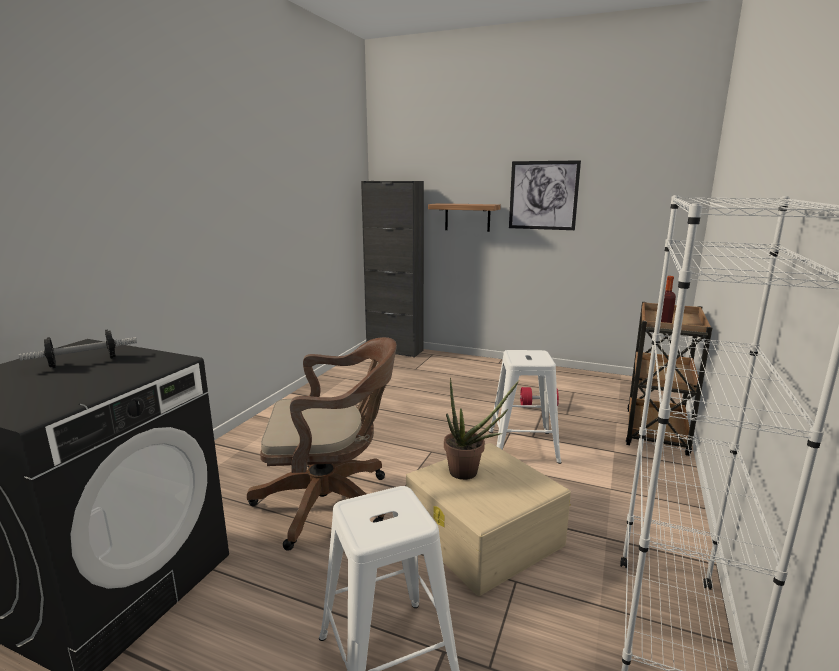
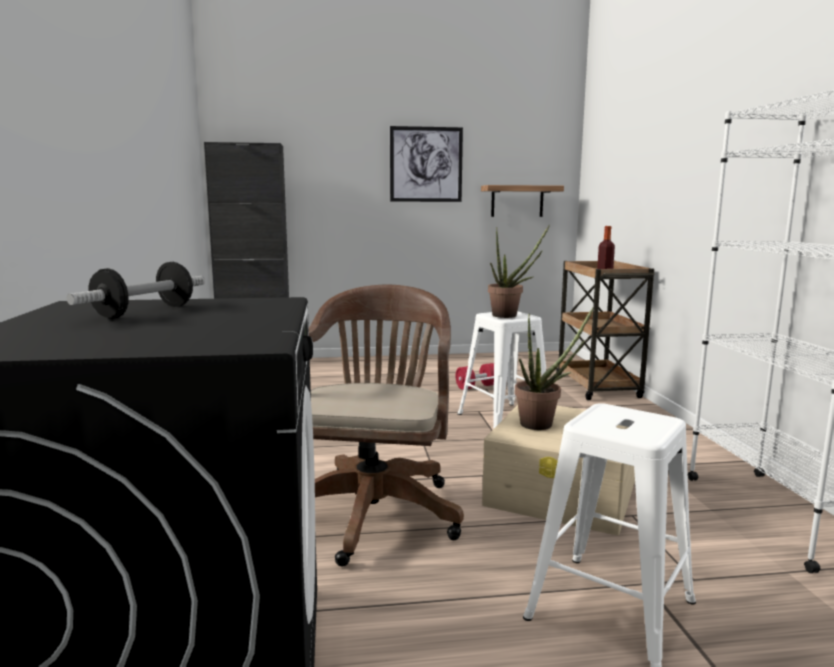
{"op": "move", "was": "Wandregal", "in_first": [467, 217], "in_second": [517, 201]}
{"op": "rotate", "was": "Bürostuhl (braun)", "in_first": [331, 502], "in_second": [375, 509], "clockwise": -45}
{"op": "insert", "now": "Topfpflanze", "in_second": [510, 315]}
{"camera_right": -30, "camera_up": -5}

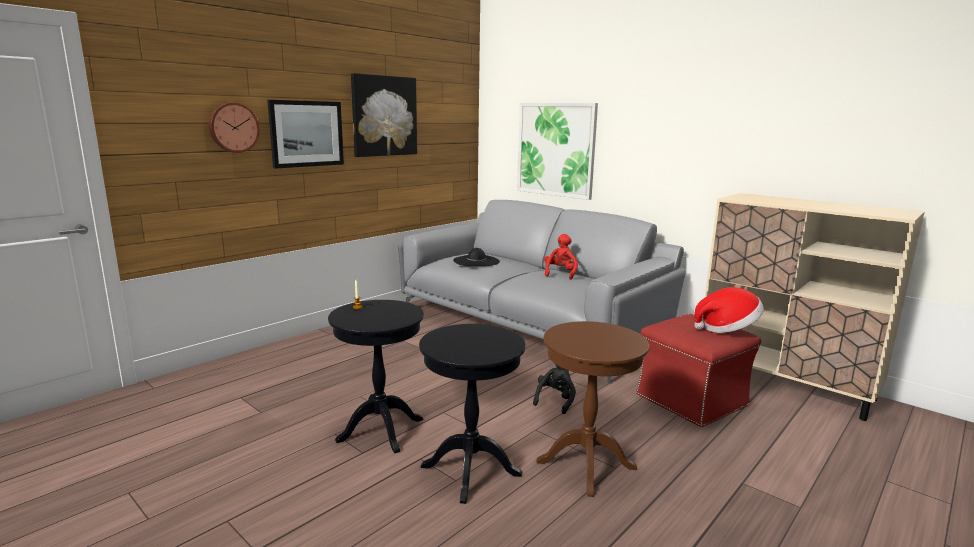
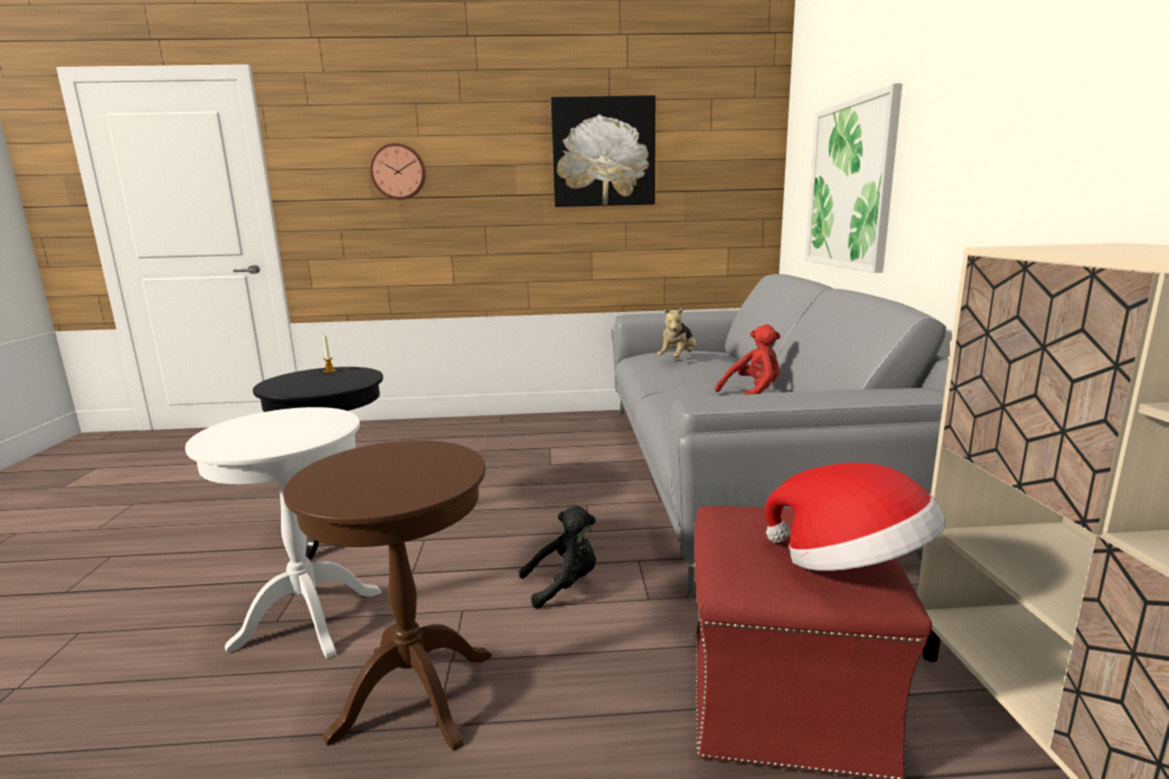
{"op": "delete", "was": "Bild", "in_first": [306, 133]}
{"op": "replace", "was": "Hut (schwarz)", "now": "Plüschtier", "in_first": [476, 261], "in_second": [678, 359]}
{"op": "recolor", "was": "Beistelltisch (schwarz)", "now": "Beistelltisch (weiß)", "in_first": [471, 470], "in_second": [308, 619]}
{"camera_right": 45, "camera_up": 0}

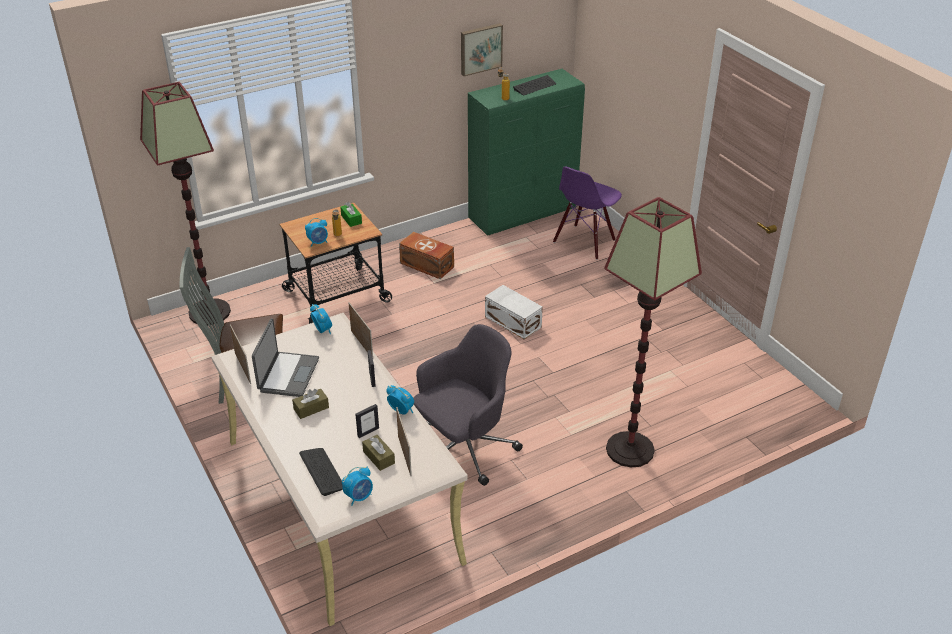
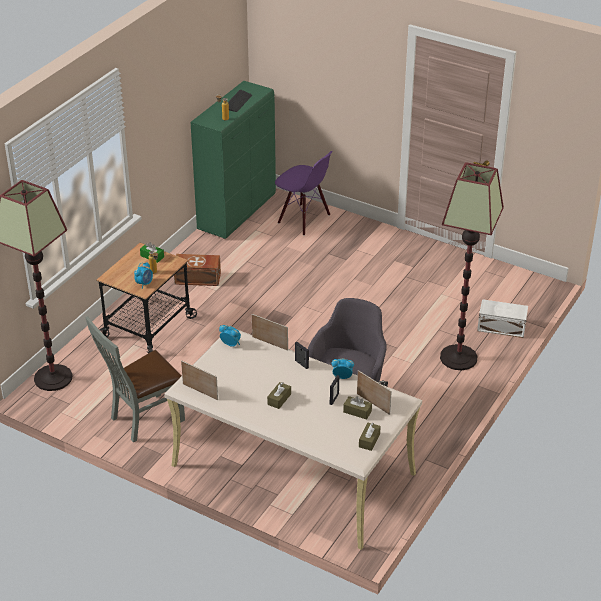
{"op": "delete", "was": "Bild", "in_first": [480, 48]}
{"op": "rotate", "was": "Stuhl (lila)", "in_first": [584, 242], "in_second": [303, 219], "clockwise": -60}
{"op": "move", "was": "Aufbewahrungsbox (weiß)", "in_first": [513, 321], "in_second": [501, 326]}
{"op": "delete", "was": "Laptop", "in_first": [287, 375]}
{"op": "delete", "was": "Tastatur", "in_first": [322, 472]}
{"op": "replace", "was": "Wecker", "now": "Taschentuchbox (braun)", "in_first": [359, 497], "in_second": [369, 440]}
{"camera_right": -30, "camera_up": 0}

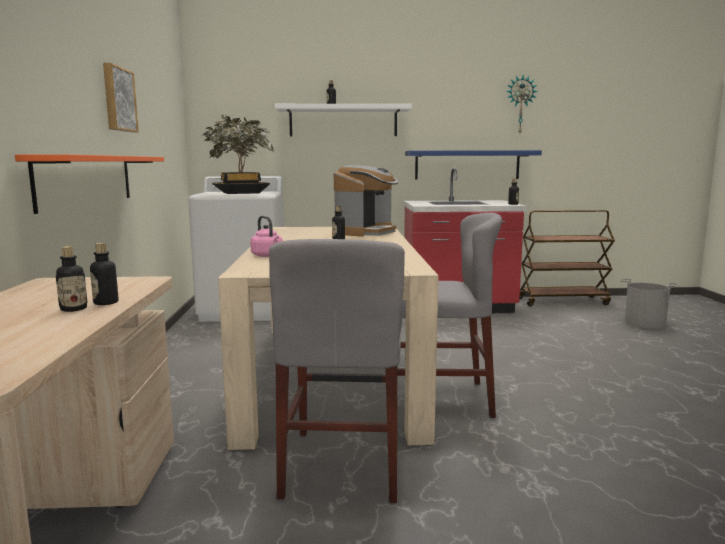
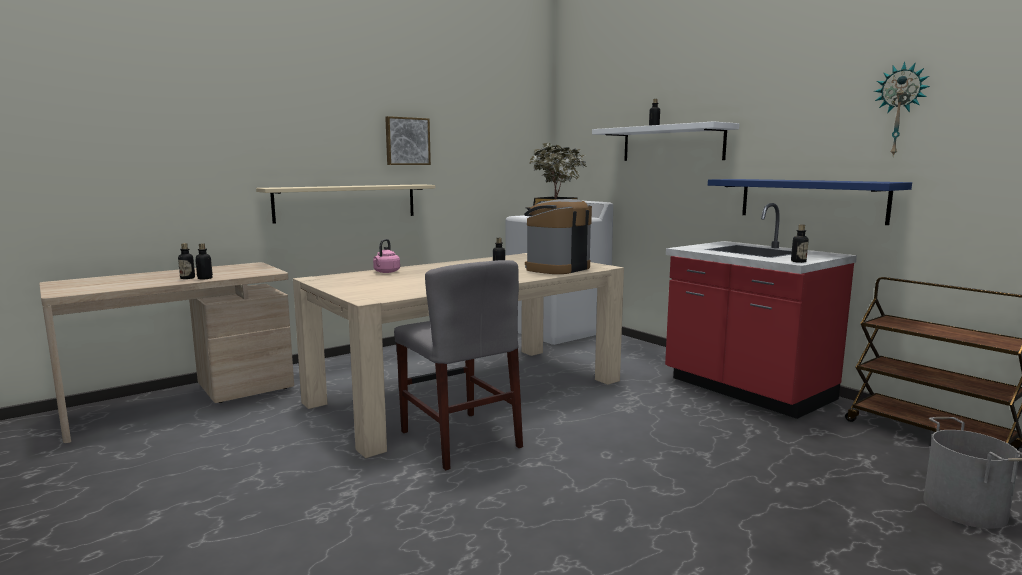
{"op": "recolor", "was": "Wandregal (orange)", "now": "Wandregal (beige)", "in_first": [87, 180], "in_second": [346, 202]}
{"op": "rotate", "was": "Kaffeemaschine", "in_first": [366, 232], "in_second": [556, 268], "clockwise": 135}
{"op": "delete", "was": "Stuhl (grau)", "in_first": [342, 463]}
{"camera_right": 55, "camera_up": 0}

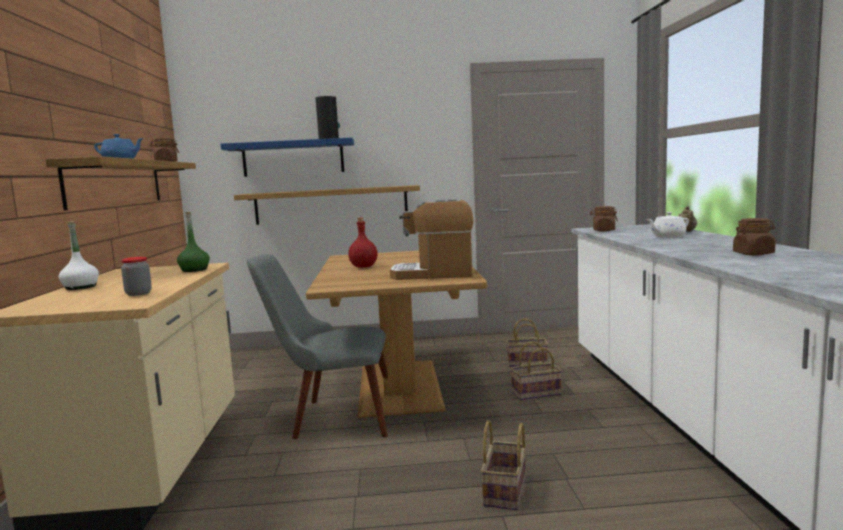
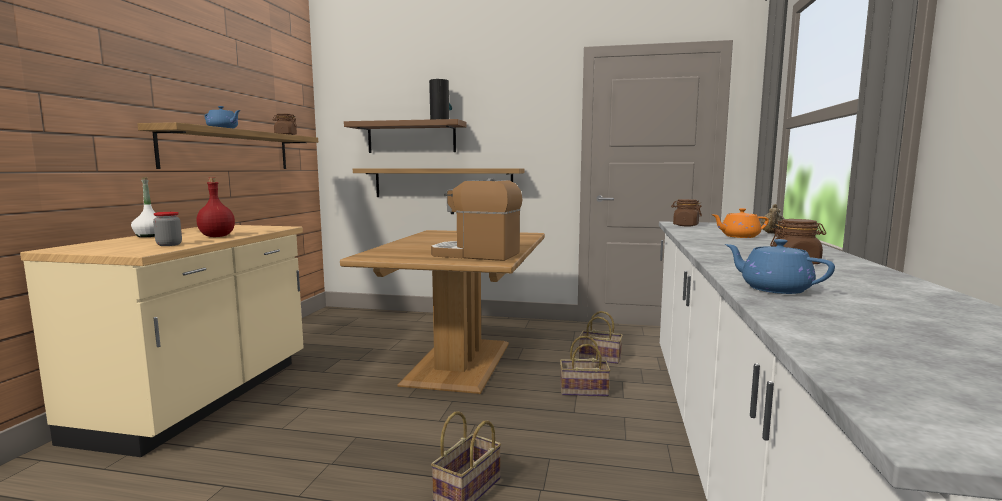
{"op": "recolor", "was": "Wandregal (blau)", "now": "Wandregal (braun)", "in_first": [293, 158], "in_second": [411, 137]}
{"op": "delete", "was": "Flasche (grün)", "in_first": [194, 270]}
{"op": "recolor", "was": "Teekanne (weiß)", "now": "Teekanne (orange)", "in_first": [667, 236], "in_second": [739, 236]}
{"op": "move", "was": "Flasche (rot)", "in_first": [363, 267], "in_second": [217, 236]}
{"op": "delete", "was": "Stuhl (grau)", "in_first": [330, 418]}
{"op": "insert", "now": "Teekanne (blau)", "in_second": [774, 289]}
{"camera_right": 15, "camera_up": 0}

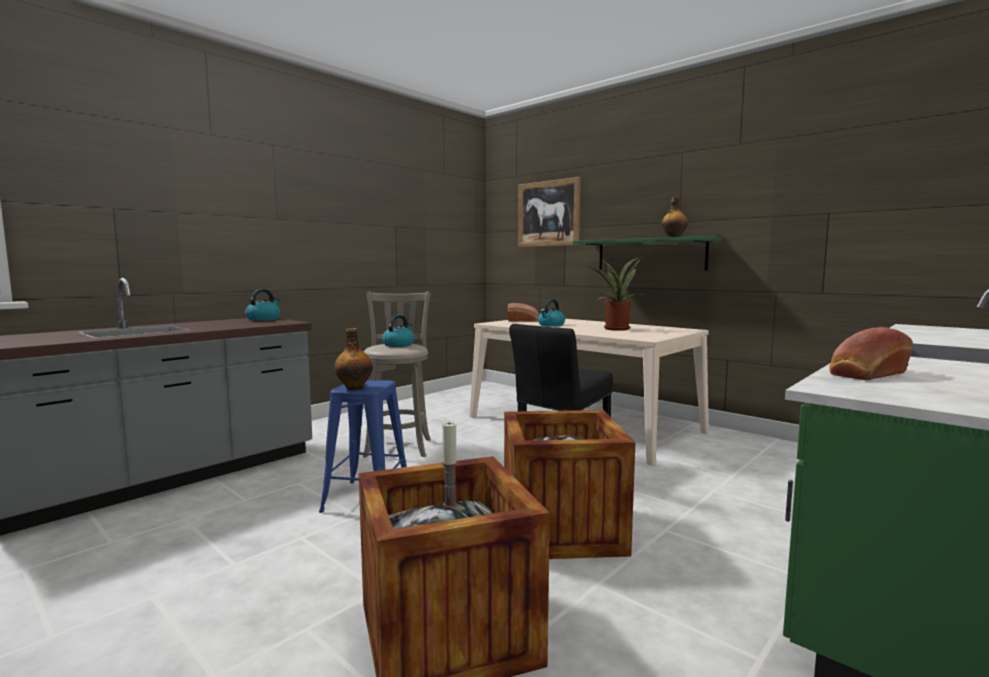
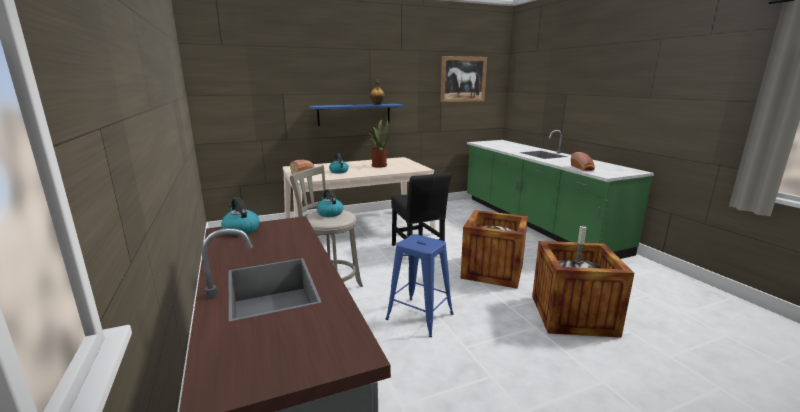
{"op": "move", "was": "Bild", "in_first": [548, 213], "in_second": [463, 79]}
{"op": "recolor", "was": "Wandregal (grün)", "now": "Wandregal (blau)", "in_first": [650, 255], "in_second": [354, 114]}
{"op": "delete", "was": "Flasche", "in_first": [354, 388]}
{"camera_right": -65, "camera_up": 10}

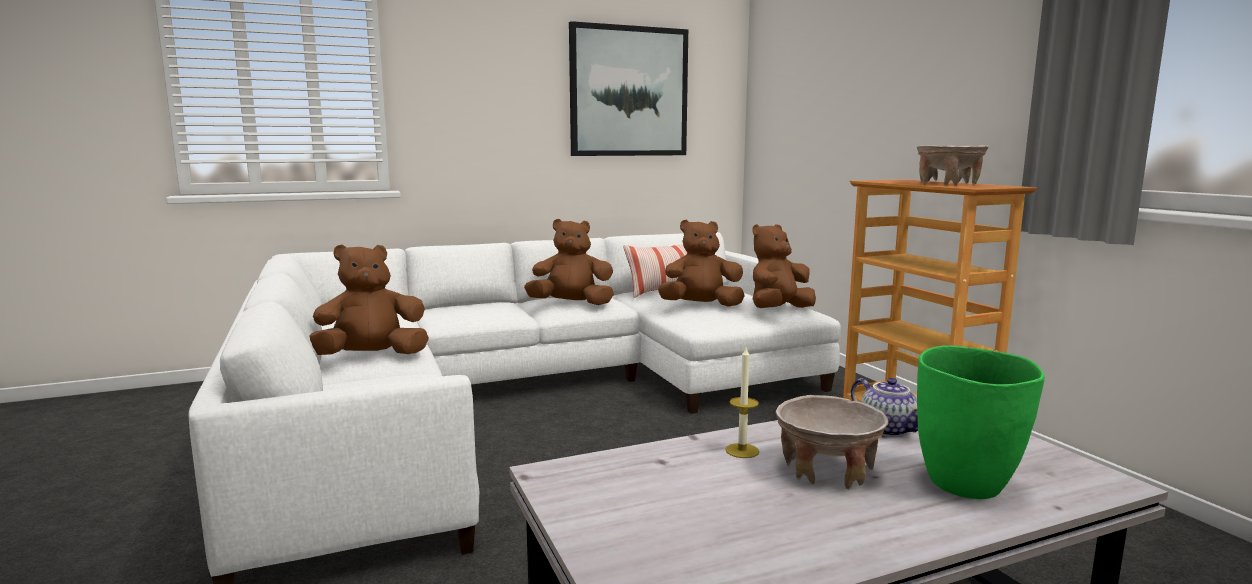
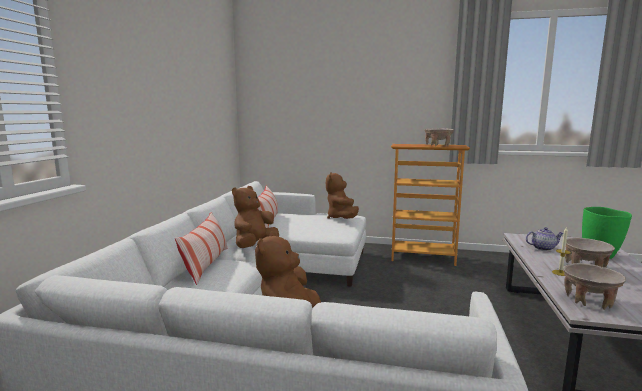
{"op": "delete", "was": "Bild", "in_first": [629, 92]}
{"op": "delete", "was": "Plüschtier (braun)", "in_first": [701, 306]}
{"op": "insert", "now": "Kissen", "in_second": [206, 265]}
{"op": "insert", "now": "Schüssel (beige)", "in_second": [589, 300]}
{"camera_right": -55, "camera_up": 0}

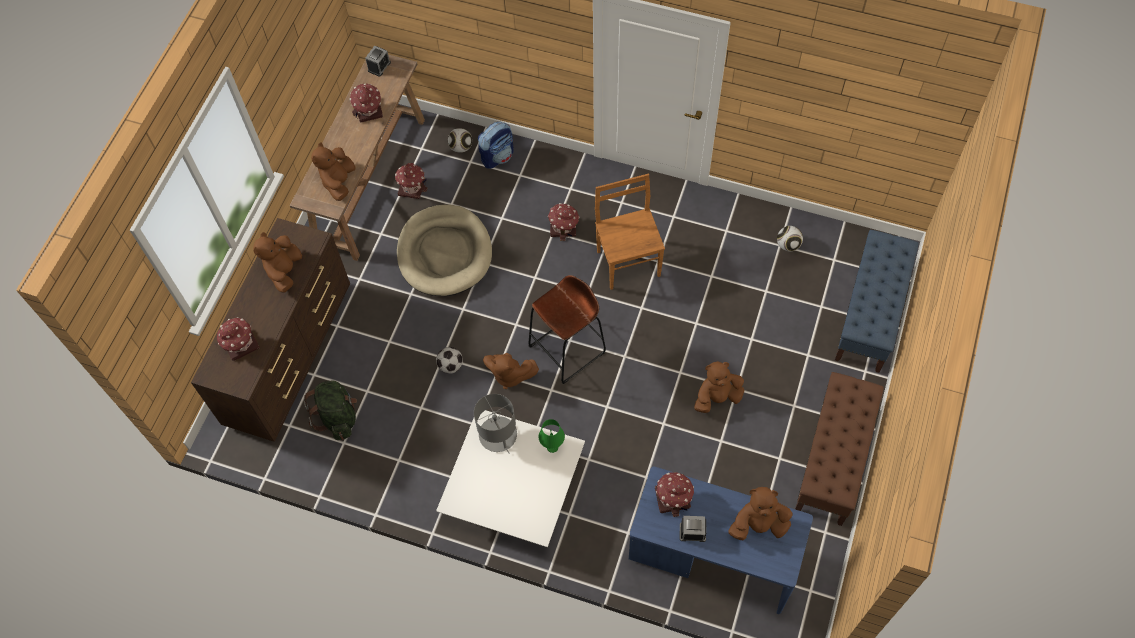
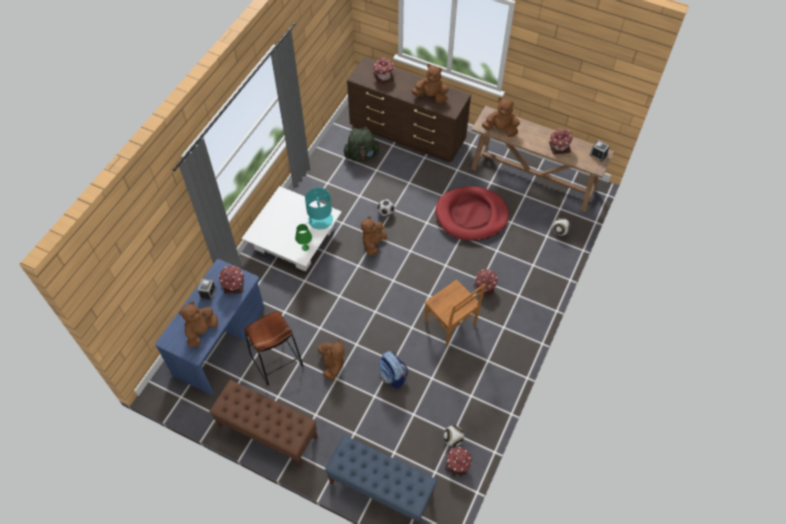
{"op": "move", "was": "Rucksack", "in_first": [497, 156], "in_second": [392, 376]}
{"op": "move", "was": "Spielzeughaus", "in_first": [412, 187], "in_second": [457, 464]}
{"op": "rotate", "was": "Stuhl (braun)", "in_first": [628, 262], "in_second": [451, 324], "clockwise": 60}
{"op": "recolor", "was": "Hundebett (beige)", "now": "Hundebett (rot)", "in_first": [444, 253], "in_second": [471, 215]}
{"op": "move", "was": "Hocker (braun)", "in_first": [567, 349], "in_second": [276, 361]}
{"op": "recolor", "was": "Tischlampe (grau)", "now": "Tischlampe (türkis)", "in_first": [498, 435], "in_second": [320, 220]}
{"op": "rotate", "was": "Plüschtier (braun)", "in_first": [758, 524], "in_second": [201, 331], "clockwise": -150}
{"camera_right": 95, "camera_up": -5}

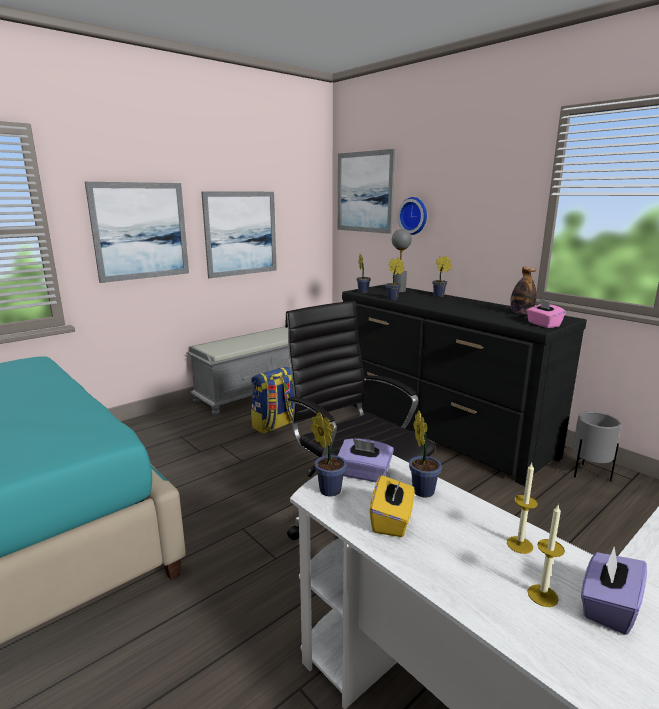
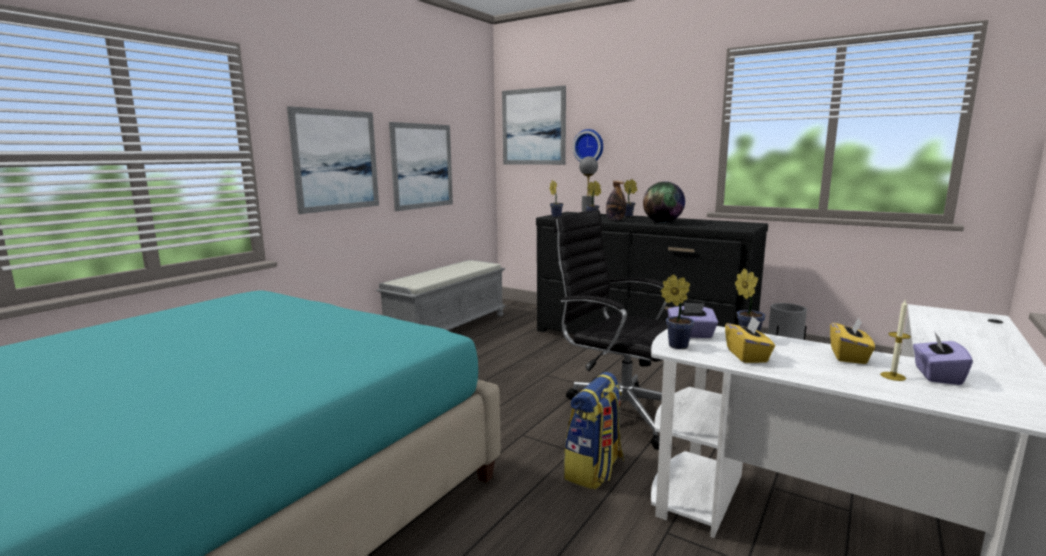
{"op": "move", "was": "Flasche", "in_first": [521, 313], "in_second": [615, 220]}
{"op": "delete", "was": "Taschentuchbox (rosa)", "in_first": [543, 324]}
{"op": "move", "was": "Rucksack", "in_first": [274, 425], "in_second": [594, 470]}
{"op": "replace", "was": "Kerze", "now": "Taschentuchbox (gelb)", "in_first": [519, 545], "in_second": [849, 356]}
{"op": "insert", "now": "Globus", "in_second": [662, 222]}
{"camera_right": -15, "camera_up": -5}

